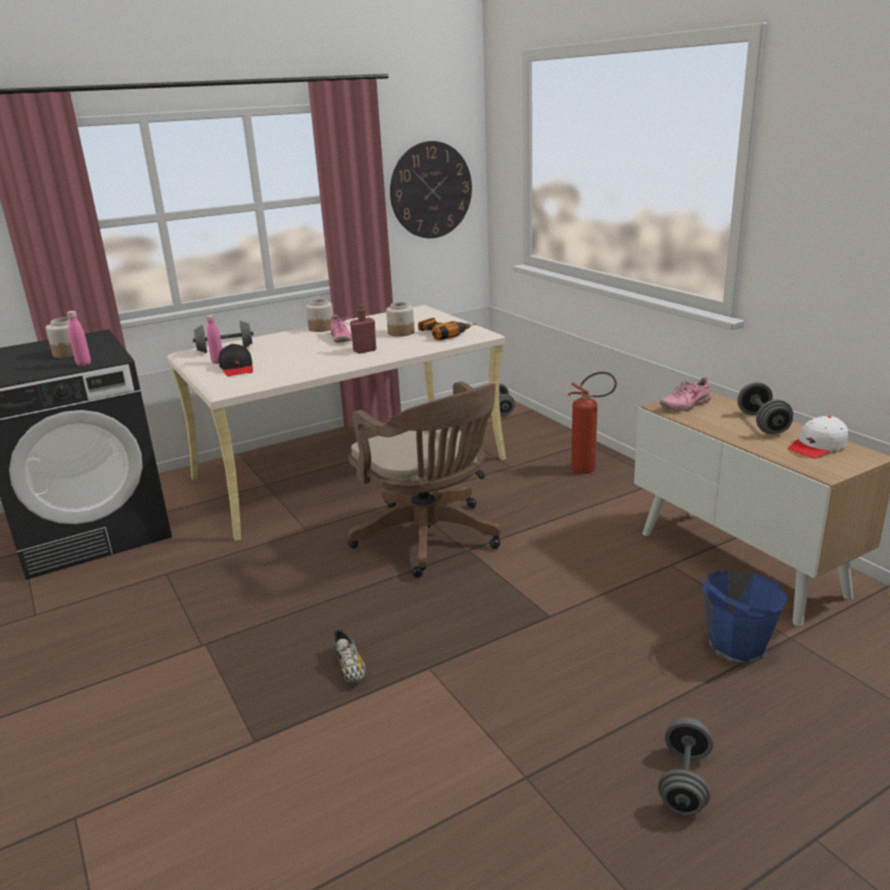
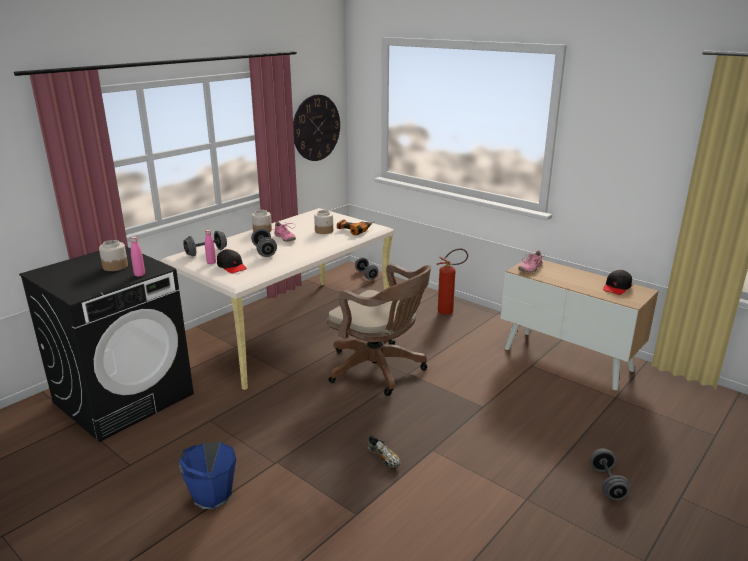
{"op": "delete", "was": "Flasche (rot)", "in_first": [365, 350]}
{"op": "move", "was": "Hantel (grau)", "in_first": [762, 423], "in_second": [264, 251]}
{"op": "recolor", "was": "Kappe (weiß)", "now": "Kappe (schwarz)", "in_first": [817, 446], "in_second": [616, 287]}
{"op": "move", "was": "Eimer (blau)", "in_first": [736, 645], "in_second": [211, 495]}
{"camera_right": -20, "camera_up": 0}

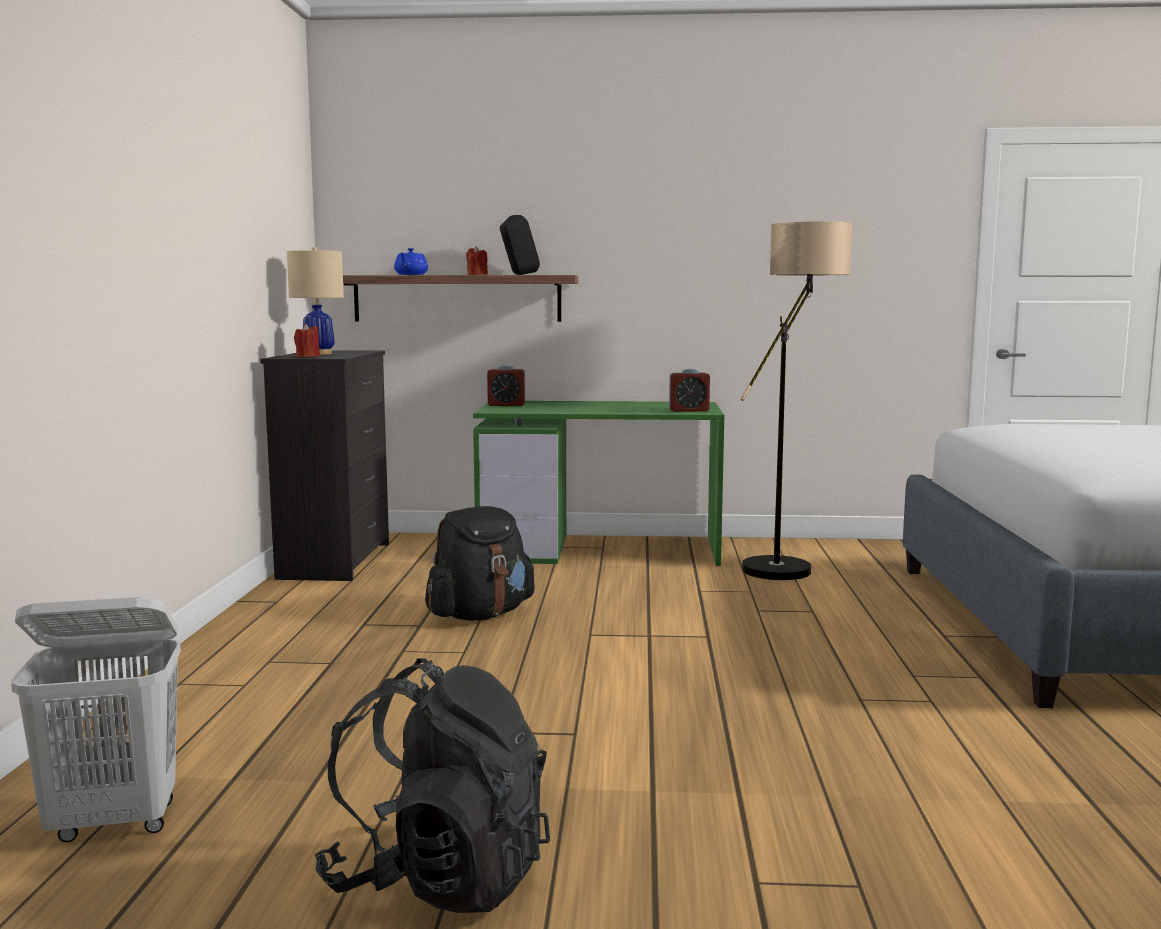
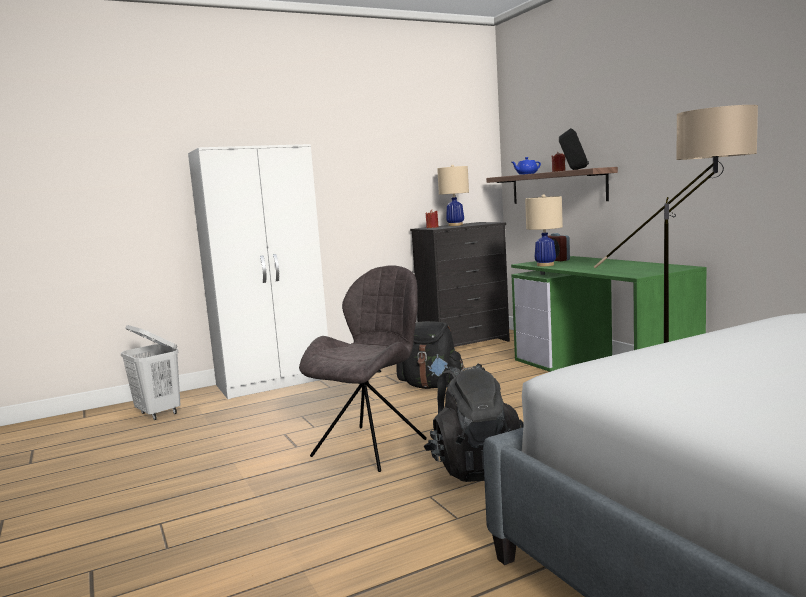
{"op": "delete", "was": "Wecker", "in_first": [689, 410]}
{"op": "move", "was": "Rucksack (schwarz)", "in_first": [439, 879], "in_second": [474, 467]}
{"op": "insert", "now": "Kleiderschrank (weiß)", "in_second": [275, 382]}
{"op": "insert", "now": "Tischlampe (beige)", "in_second": [545, 265]}
{"op": "insert", "now": "Stuhl (grau)", "in_second": [372, 446]}
{"camera_right": 60, "camera_up": 0}

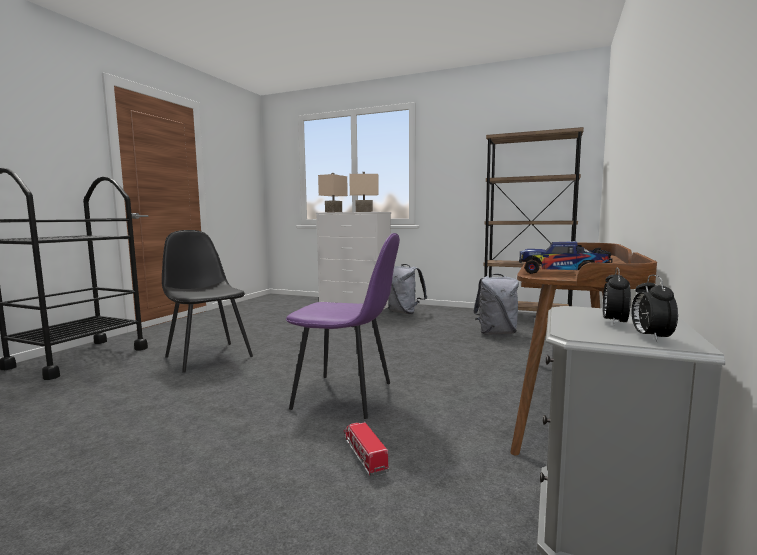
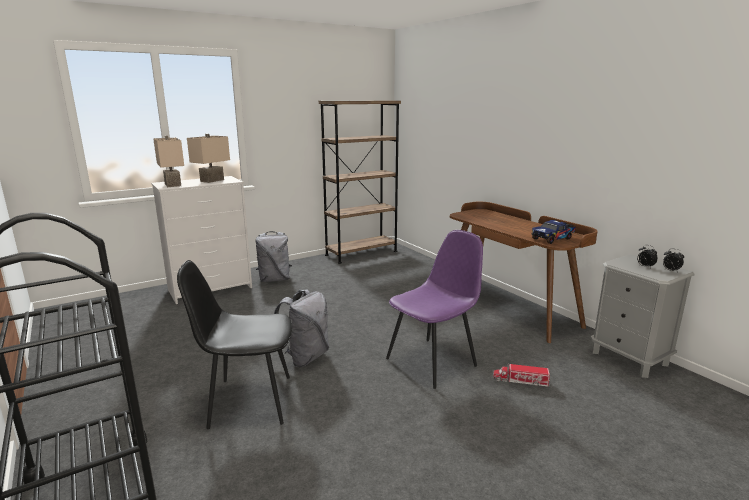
{"op": "move", "was": "Rucksack (grau)", "in_first": [496, 333], "in_second": [304, 357]}
{"camera_right": -55, "camera_up": 10}

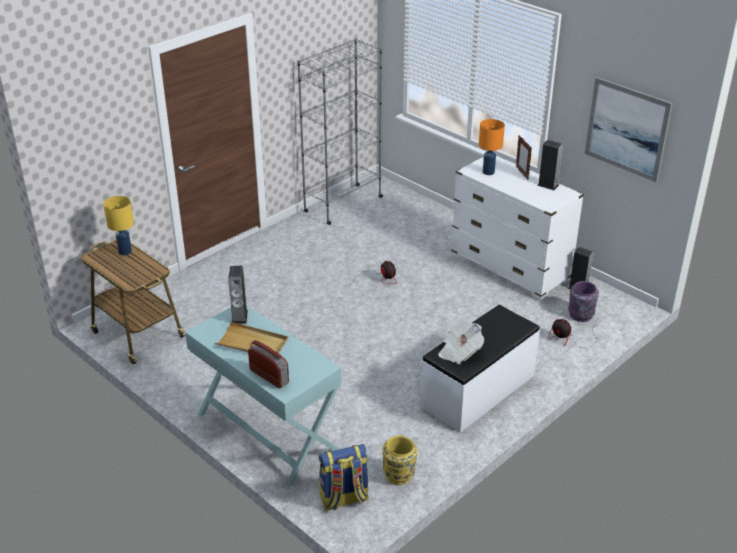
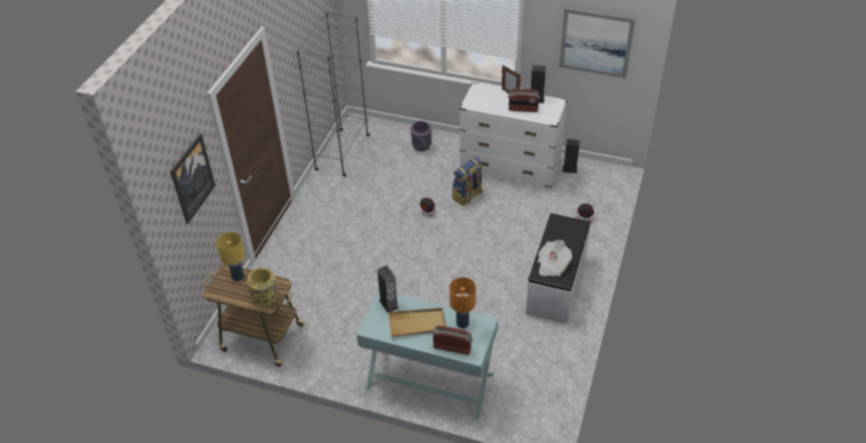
{"op": "move", "was": "Tischlampe (orange)", "in_first": [488, 172], "in_second": [462, 323]}
{"op": "move", "was": "Vase (lila)", "in_first": [580, 315], "in_second": [421, 146]}
{"op": "move", "was": "Vase (gelb)", "in_first": [399, 475], "in_second": [266, 298]}
{"op": "move", "was": "Rucksack", "in_first": [343, 499], "in_second": [467, 196]}
{"op": "insert", "now": "Radio", "in_second": [523, 109]}
{"op": "insert", "now": "Bild", "in_second": [192, 178]}
{"camera_right": -25, "camera_up": 10}

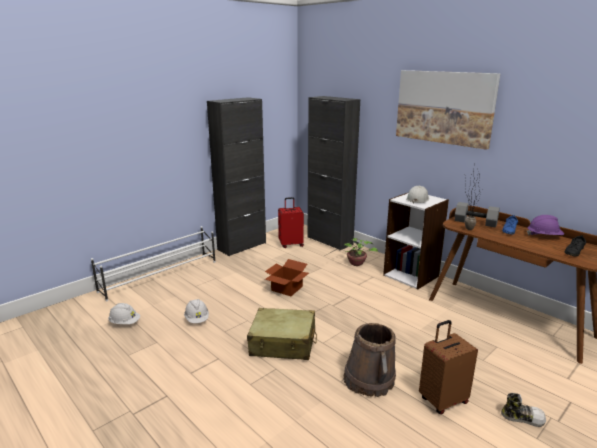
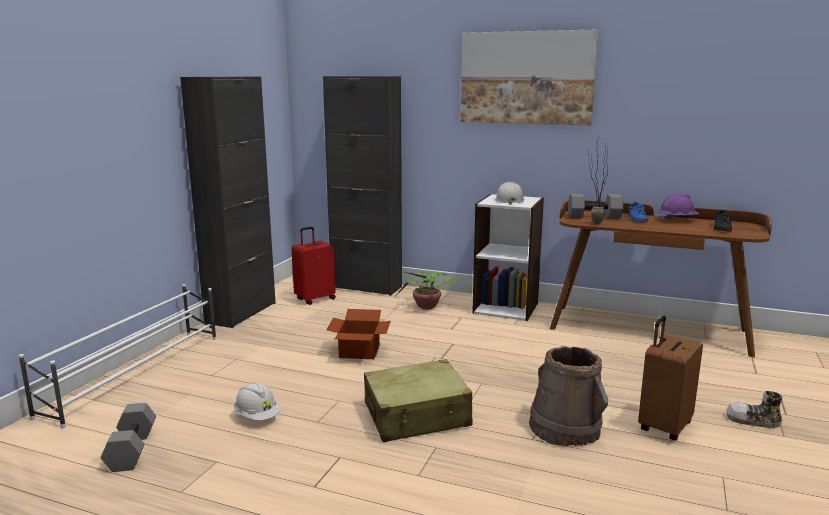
{"op": "replace", "was": "Schutzhelm (weiß)", "now": "Hantel (grau)", "in_first": [125, 323], "in_second": [130, 449]}
{"op": "rotate", "was": "Schuh", "in_first": [522, 417], "in_second": [753, 420], "clockwise": -150}
{"camera_right": -25, "camera_up": -5}

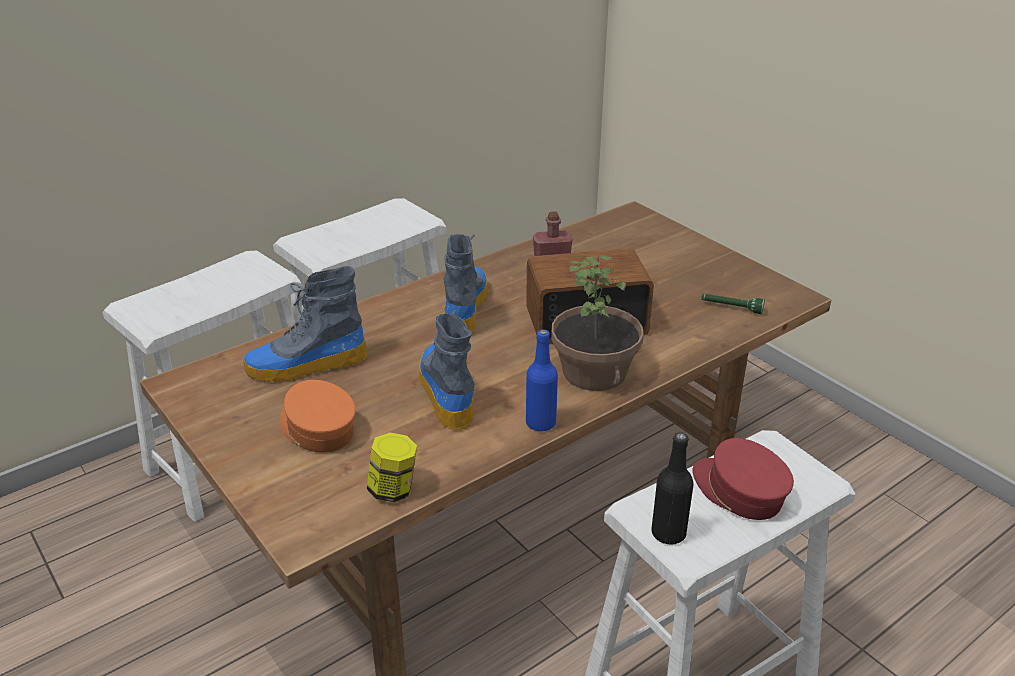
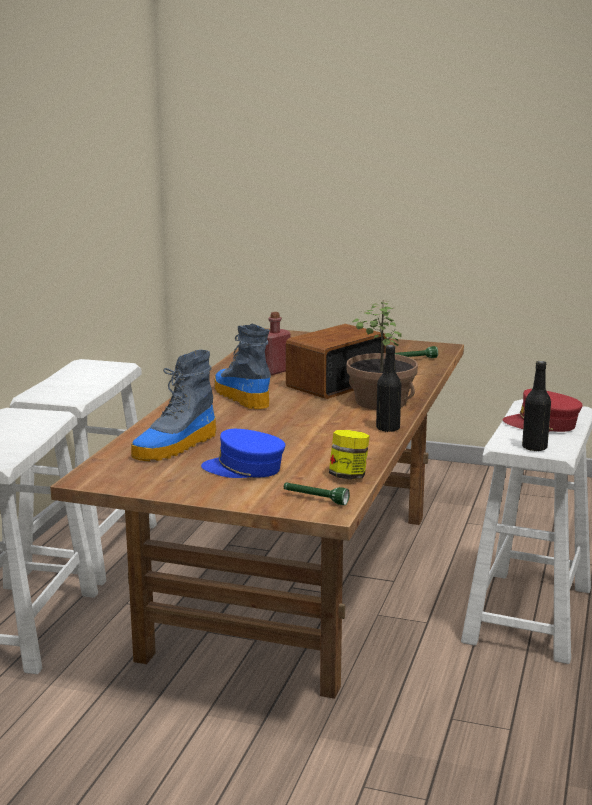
{"op": "delete", "was": "Stiefel", "in_first": [446, 392]}
{"op": "recolor", "was": "Flasche (blau)", "now": "Flasche (schwarz)", "in_first": [540, 423], "in_second": [388, 428]}
{"op": "recolor", "was": "Kappe (orange)", "now": "Kappe (blau)", "in_first": [317, 429], "in_second": [244, 469]}
{"op": "insert", "now": "Taschenlampe (grün)", "in_second": [315, 499]}
{"camera_right": -35, "camera_up": -15}

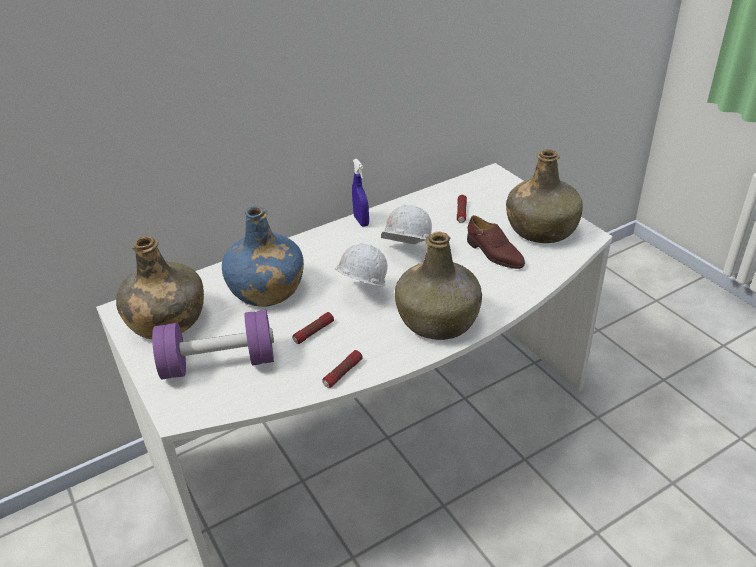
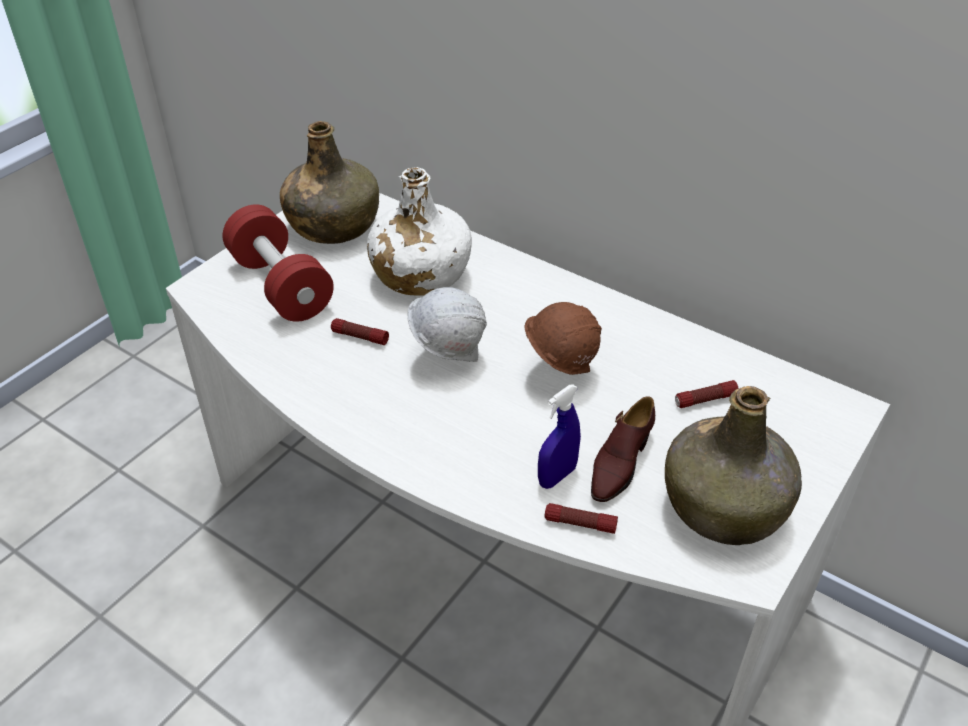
{"op": "move", "was": "Sprühflasche (blau)", "in_first": [361, 221], "in_second": [557, 476]}
{"op": "recolor", "was": "Schutzhelm (weiß)", "now": "Schutzhelm (braun)", "in_first": [405, 255], "in_second": [559, 370]}
{"op": "recolor", "was": "Flasche (blau)", "now": "Flasche (weiß)", "in_first": [266, 289], "in_second": [420, 274]}
{"op": "delete", "was": "Flasche (grün)", "in_first": [438, 320]}
{"op": "recolor", "was": "Hantel (lila)", "now": "Hantel (rot)", "in_first": [219, 363], "in_second": [281, 285]}
{"op": "move", "was": "Taschenlampe", "in_first": [343, 373], "in_second": [580, 524]}
{"camera_right": 65, "camera_up": 5}

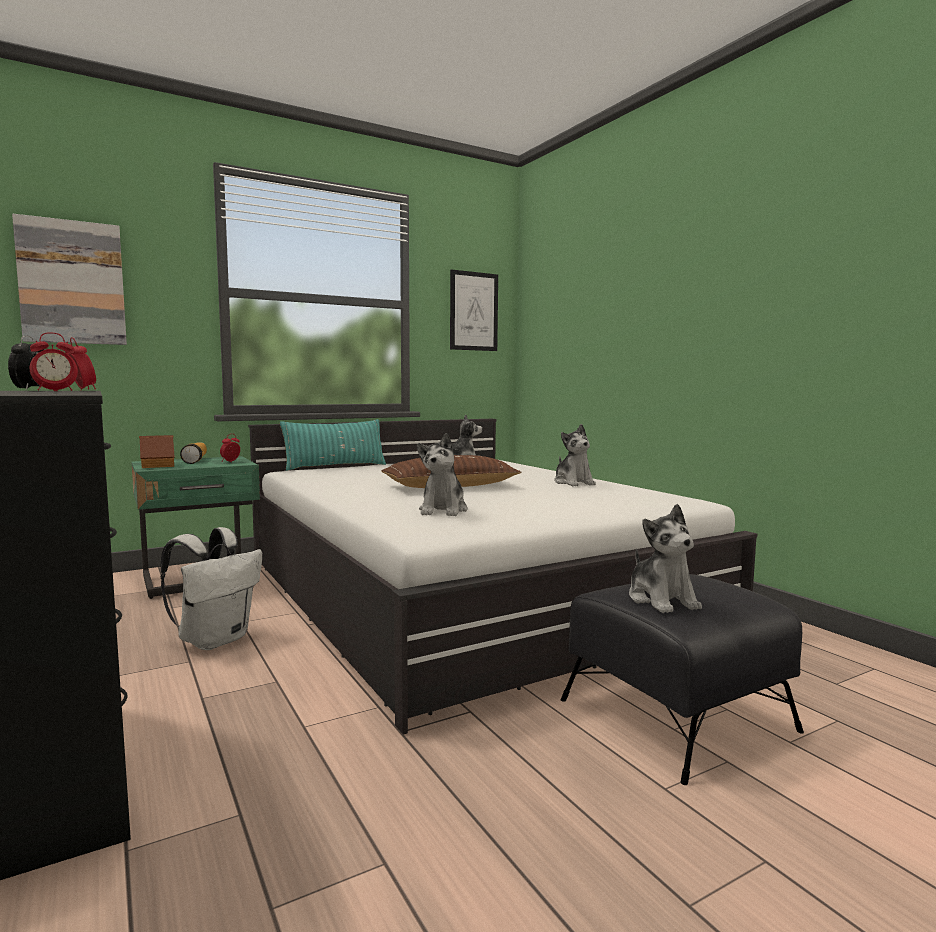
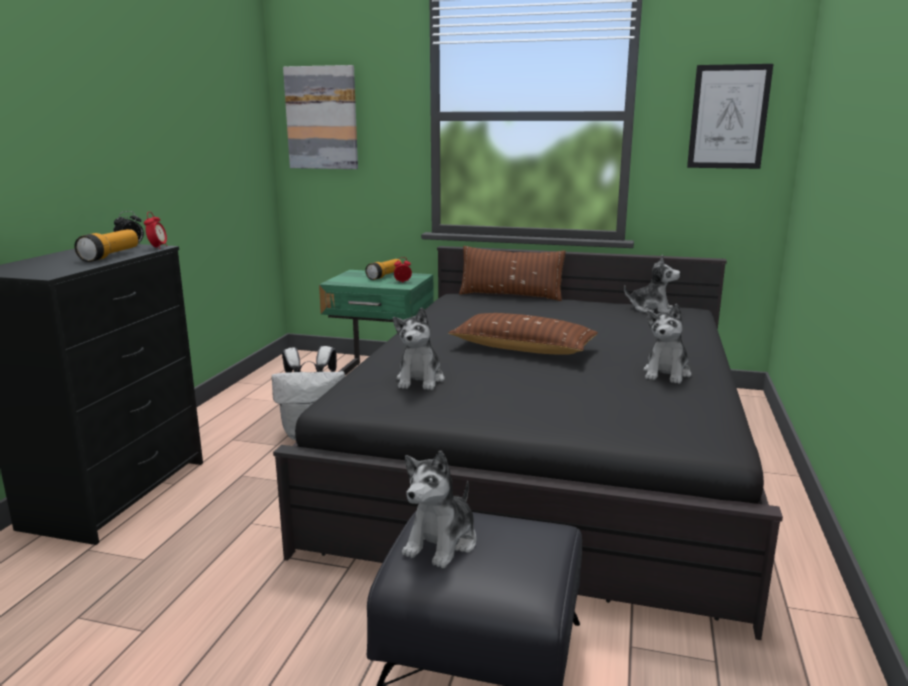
{"op": "replace", "was": "Wecker", "now": "Taschenlampe", "in_first": [55, 391], "in_second": [110, 256]}
{"op": "recolor", "was": "Bett (weiß)", "now": "Bett (schwarz)", "in_first": [463, 591], "in_second": [546, 458]}
{"op": "recolor", "was": "Kissen (türkis)", "now": "Kissen (braun)", "in_first": [335, 466], "in_second": [510, 296]}
{"op": "rotate", "was": "Plüschtier", "in_first": [443, 510], "in_second": [420, 380], "clockwise": -45}
{"op": "delete", "was": "Spielzeughaus", "in_first": [158, 465]}
{"camera_right": 45, "camera_up": 10}

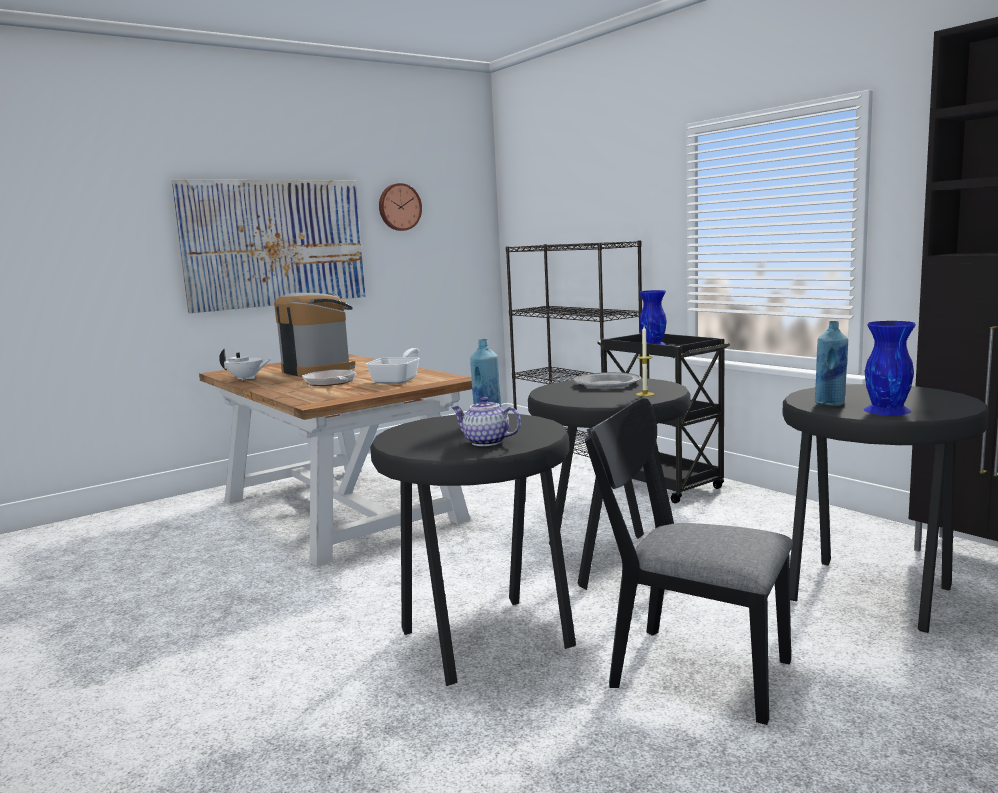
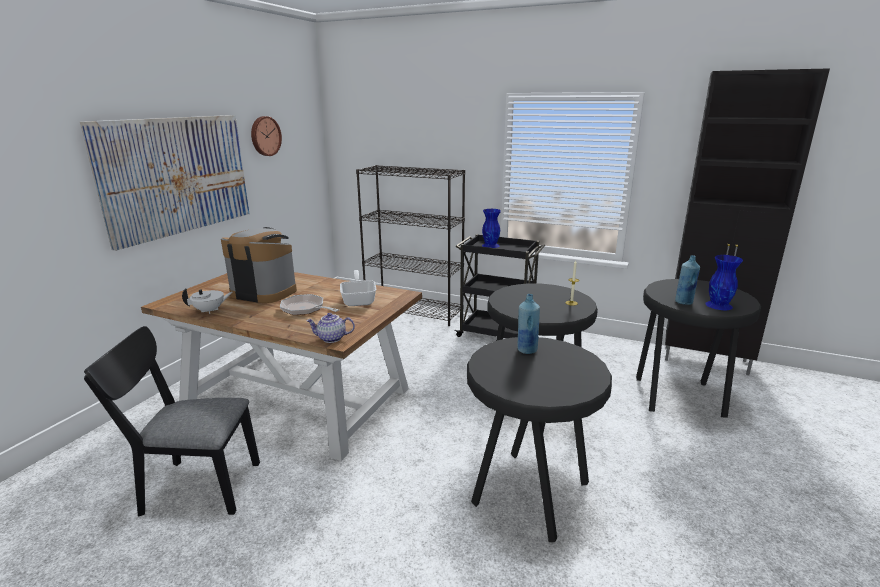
{"op": "delete", "was": "Teller (grau)", "in_first": [606, 384]}
{"op": "move", "was": "Teekanne", "in_first": [485, 442], "in_second": [331, 339]}
{"op": "move", "was": "Stuhl (schwarz)", "in_first": [686, 669], "in_second": [193, 486]}
{"camera_right": -30, "camera_up": 10}

